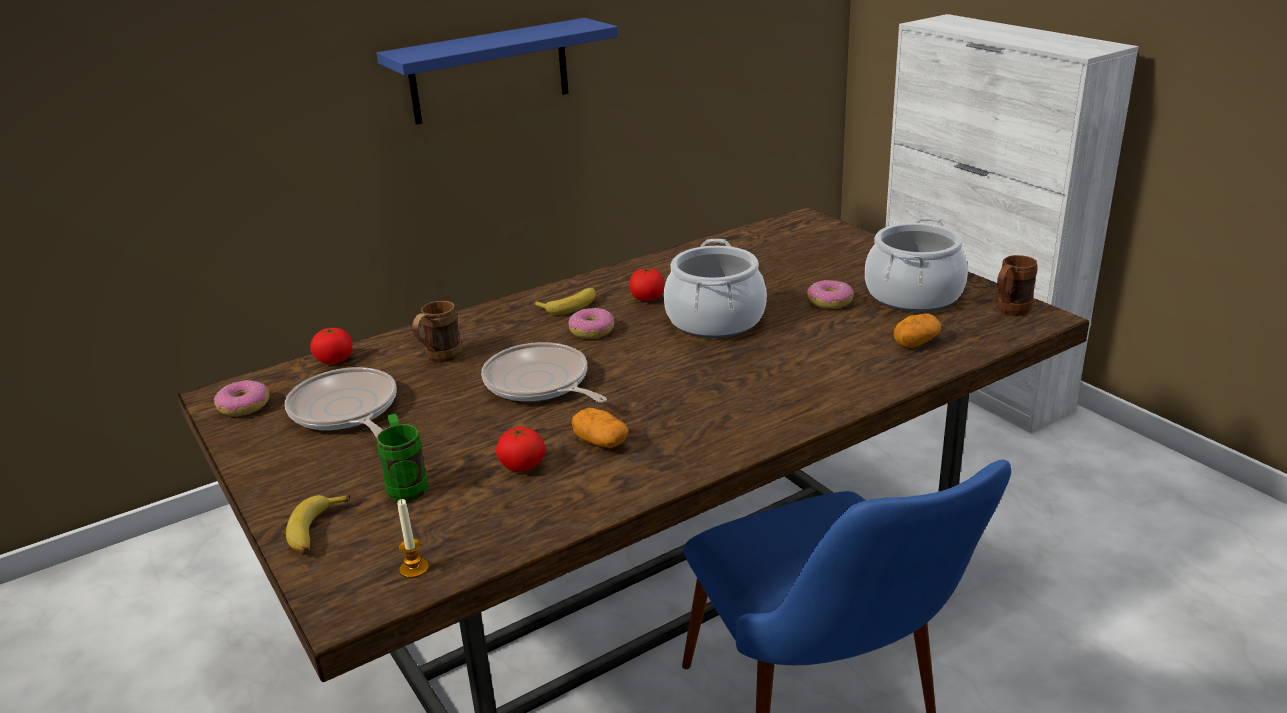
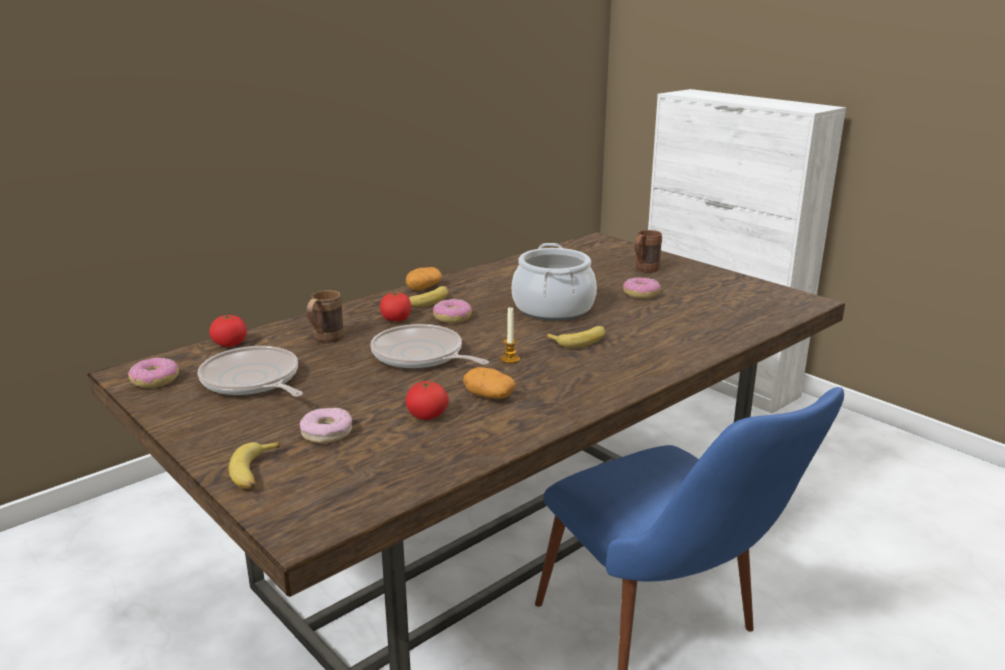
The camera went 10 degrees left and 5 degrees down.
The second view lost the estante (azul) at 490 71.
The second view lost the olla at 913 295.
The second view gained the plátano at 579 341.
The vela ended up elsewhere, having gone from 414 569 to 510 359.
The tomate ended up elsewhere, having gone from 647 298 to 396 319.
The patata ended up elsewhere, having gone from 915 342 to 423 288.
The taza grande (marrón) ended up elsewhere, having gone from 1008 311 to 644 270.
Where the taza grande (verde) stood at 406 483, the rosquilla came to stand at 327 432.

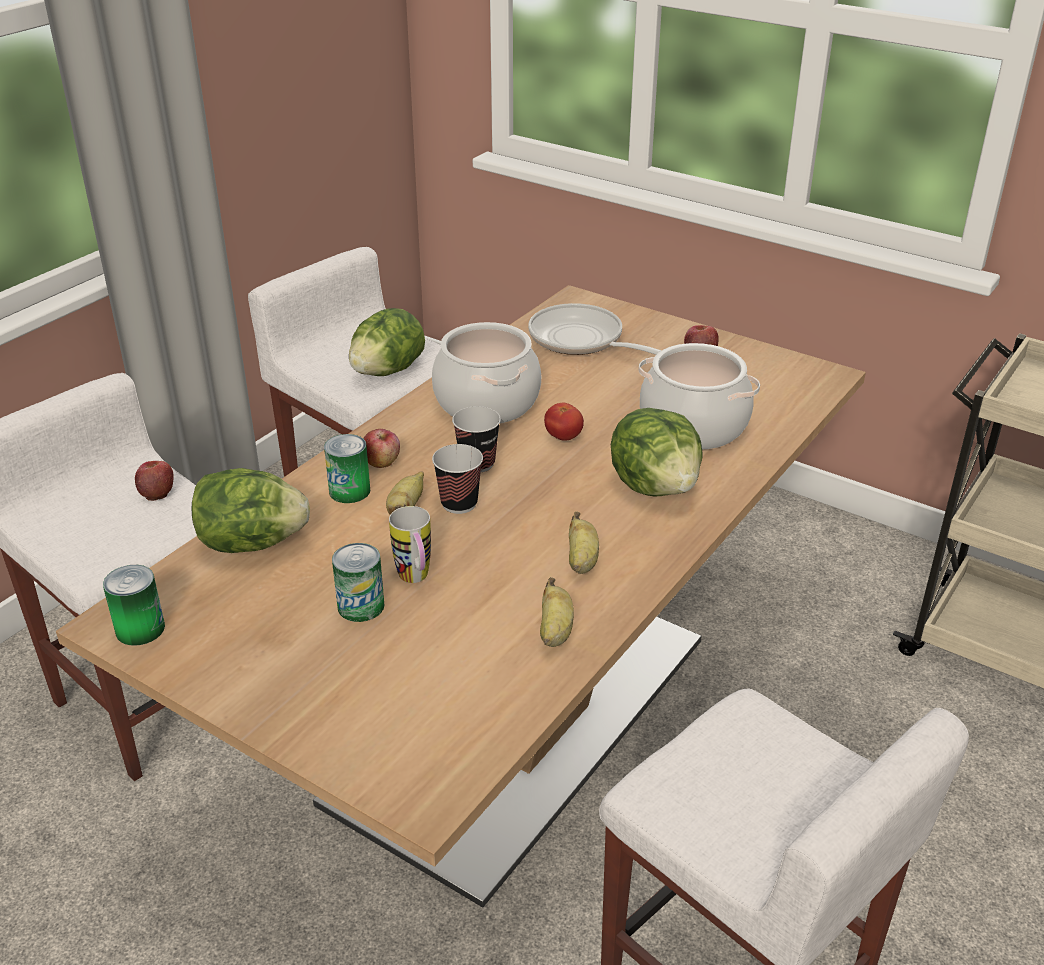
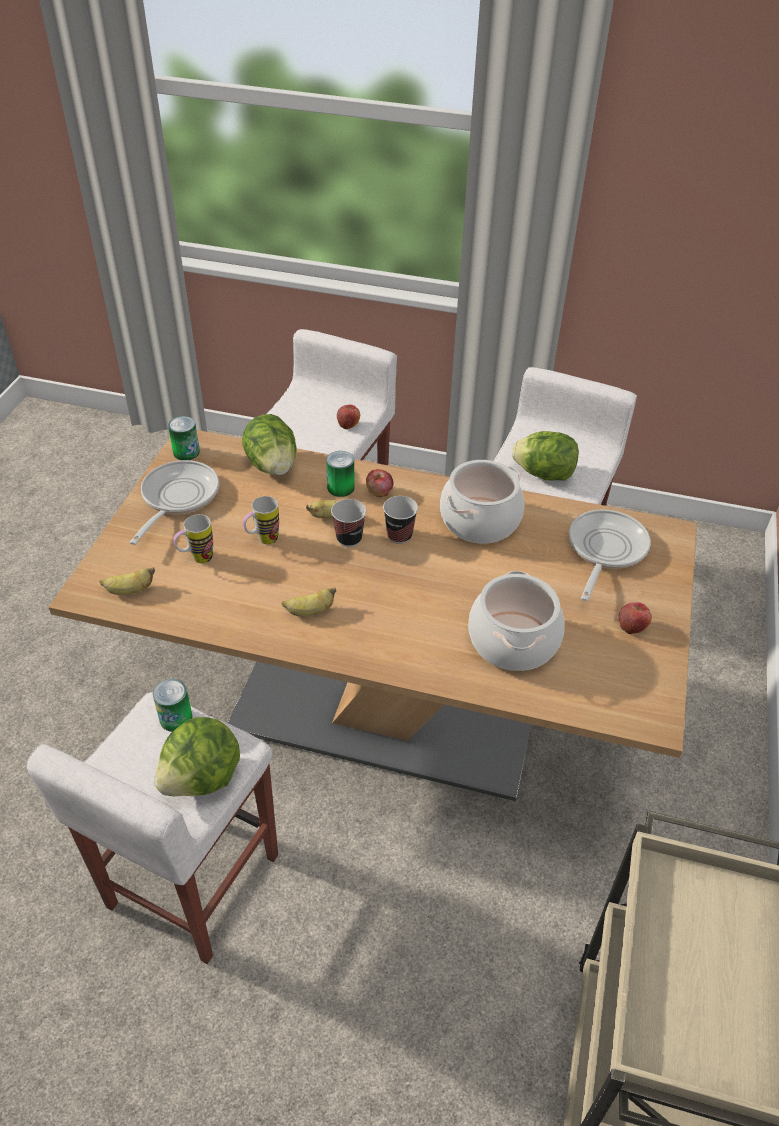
The camera went 70 degrees right and 10 degrees up.
The second view lost the tomate at 563 437.
The second view gained the sartén at 177 498.
The second view gained the taza grande at 196 559.
The lata ended up elsewhere, having gone from 361 606 to 176 718.
The plátano ended up elsewhere, having gone from 555 632 to 130 590.
The lechuga ended up elsewhere, having gone from 656 486 to 203 778.

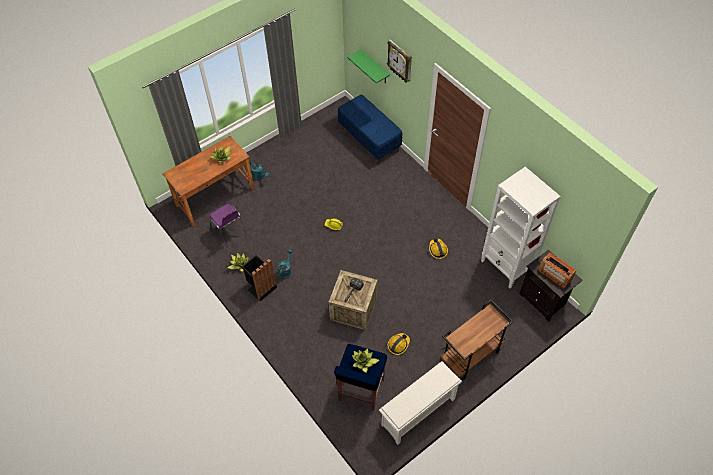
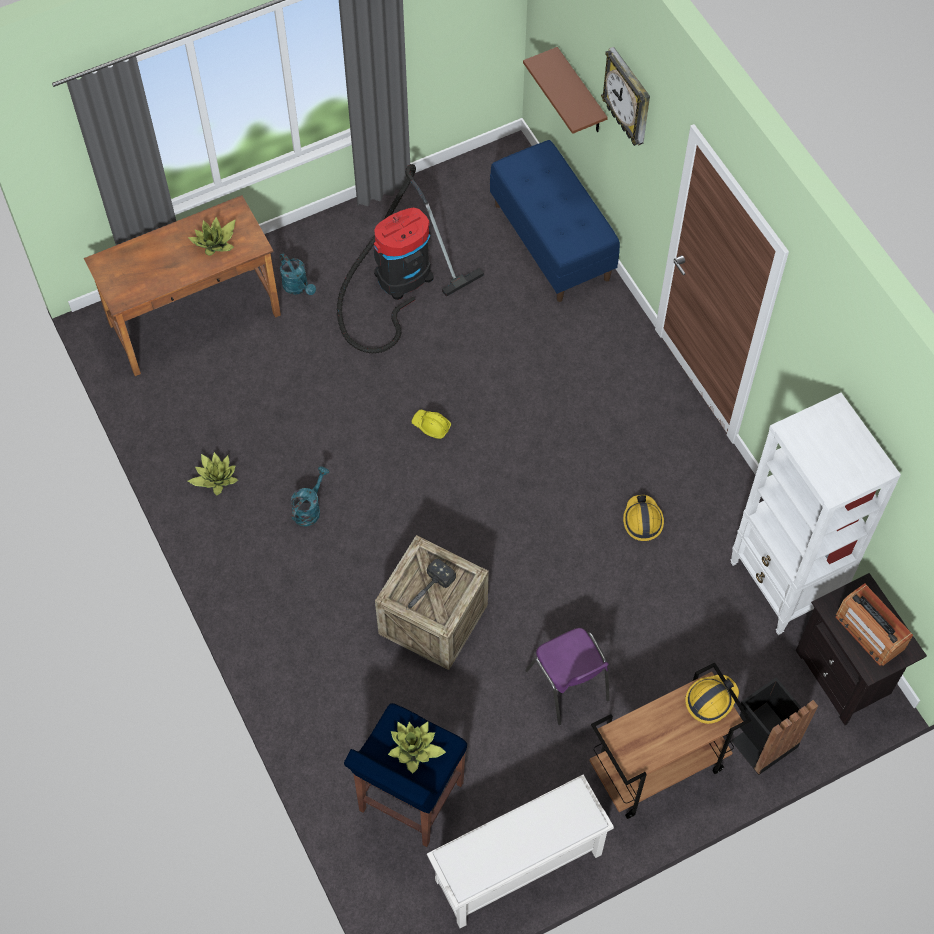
The camera went 10 degrees right and 5 degrees up.
The second view gained the aspiradora at 399 280.
The silla (morado) ended up elsewhere, having gone from 229 233 to 568 687.
The papelera (negro) ended up elsewhere, having gone from 261 288 to 761 741.
The casco ended up elsewhere, having gone from 398 345 to 711 700.
What was the estante (verde) at 375 67 turned into the estante (marrón) at 581 93.

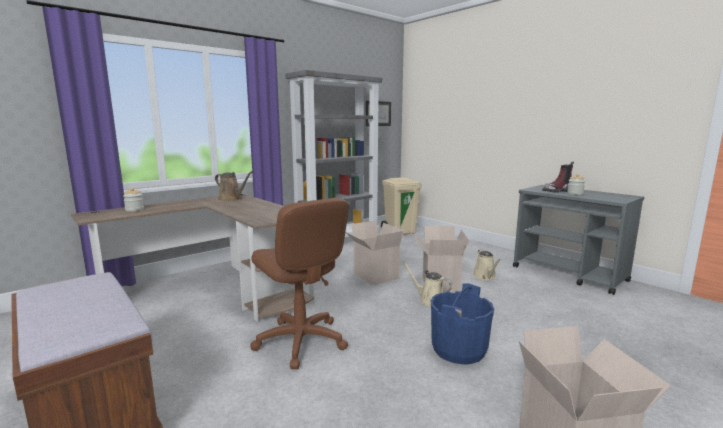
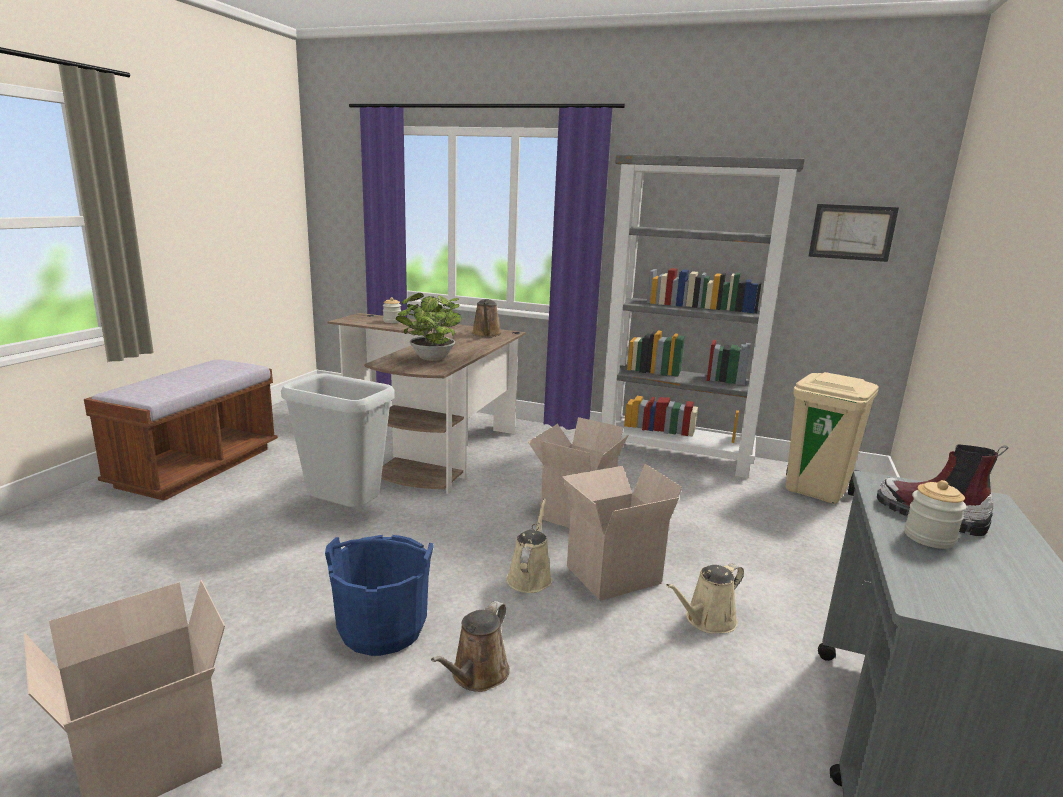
The camera went 60 degrees right and 5 degrees up.
The second view gained the planta en maceta at 430 359.
The second view gained the regadera (marrón) at 477 675.
Where the silla de oficina (marrón) stood at 300 341, the papelera (gris) came to stand at 343 513.

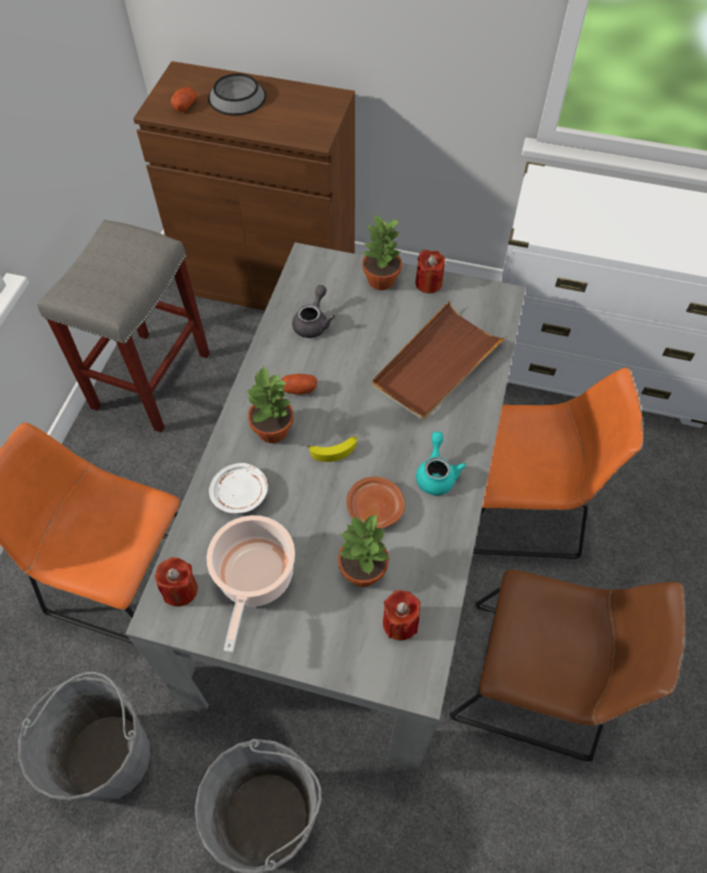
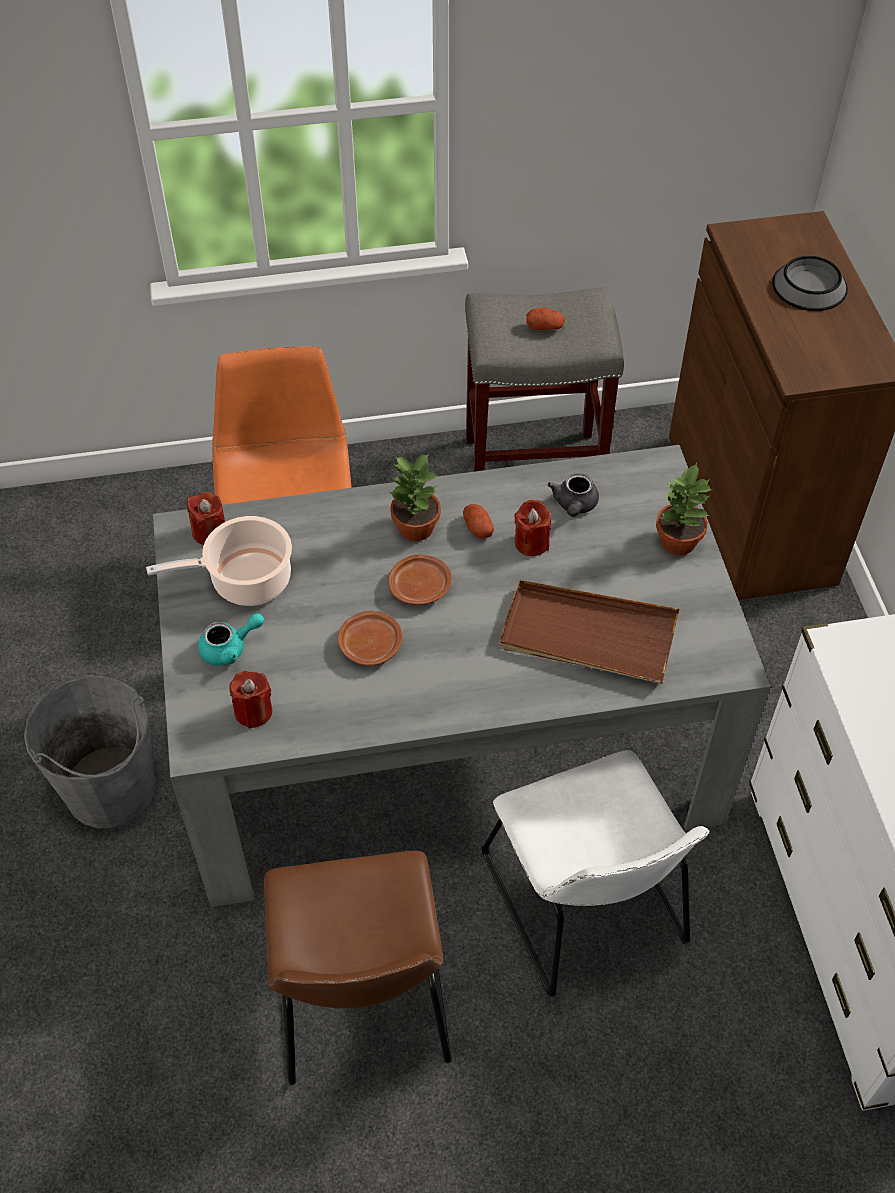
The camera went 65 degrees right and 5 degrees down.
The second view lost the cubo (gris) at 110 756.
The second view lost the plato (blanco) at 240 493.
The second view lost the planta en maceta at 363 569.
The patata ended up elsewhere, having gone from 185 106 to 544 327.
The vela (rojo) ended up elsewhere, having gone from 428 283 to 531 543.
The tetera (turquesa) ended up elsewhere, having gone from 436 473 to 230 648.
Where the plátano stood at 334 450, the plato (marrón) came to stand at 420 586.
What was the silla (naranja) at 520 507 turned into the silla (blanco) at 587 906.
The tetera (gris) at 313 322 ended up facing another way, 105 degrees clockwise from before.

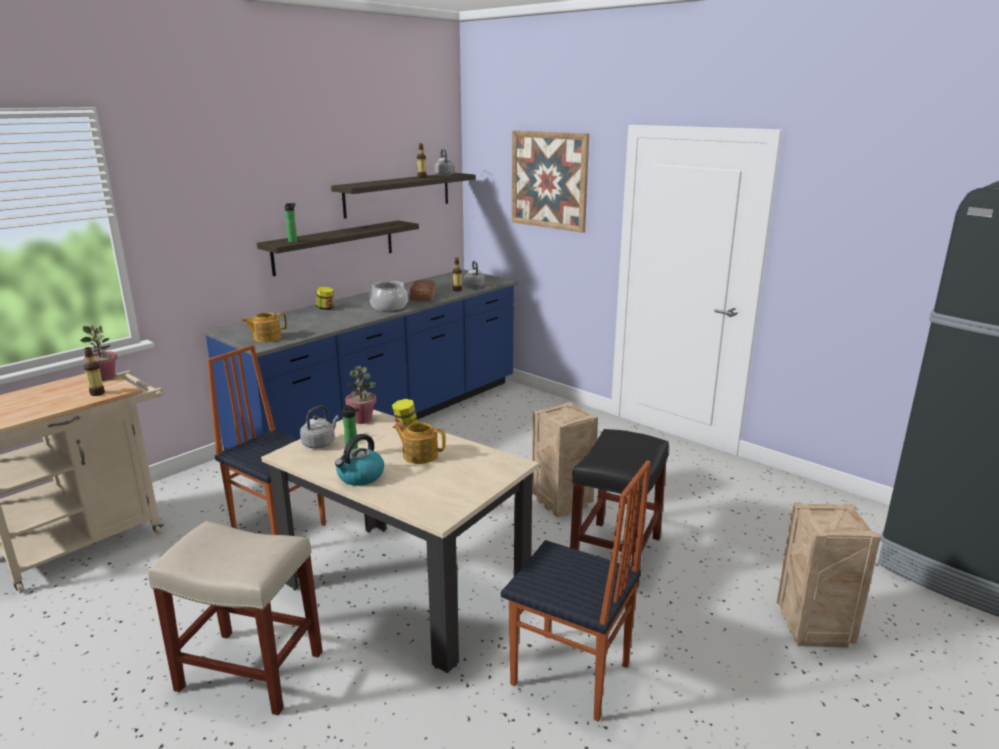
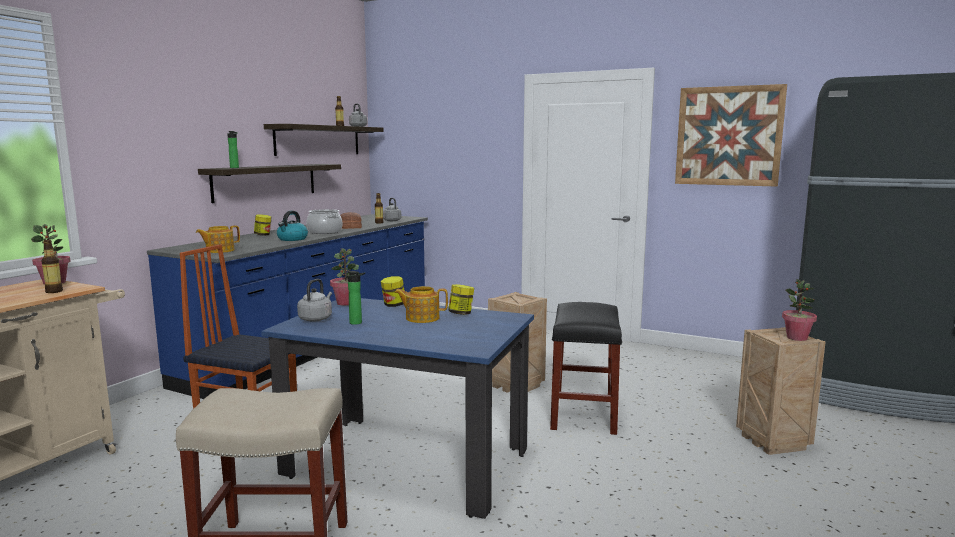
The camera went 15 degrees left and 10 degrees down.
The second view lost the silla at 570 676.
The second view gained the tarro at 461 313.
The second view gained the planta en maceta at 797 338.
The hervidor ended up elsewhere, having gone from 360 477 to 292 239.
The cuadro ended up elsewhere, having gone from 549 180 to 728 136.
What was the mesa de comedor (beis) at 406 589 turned into the mesa de comedor (azul) at 407 463.

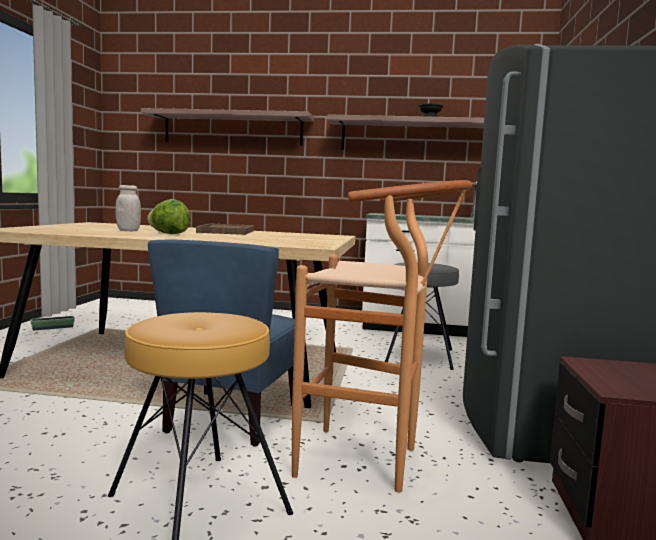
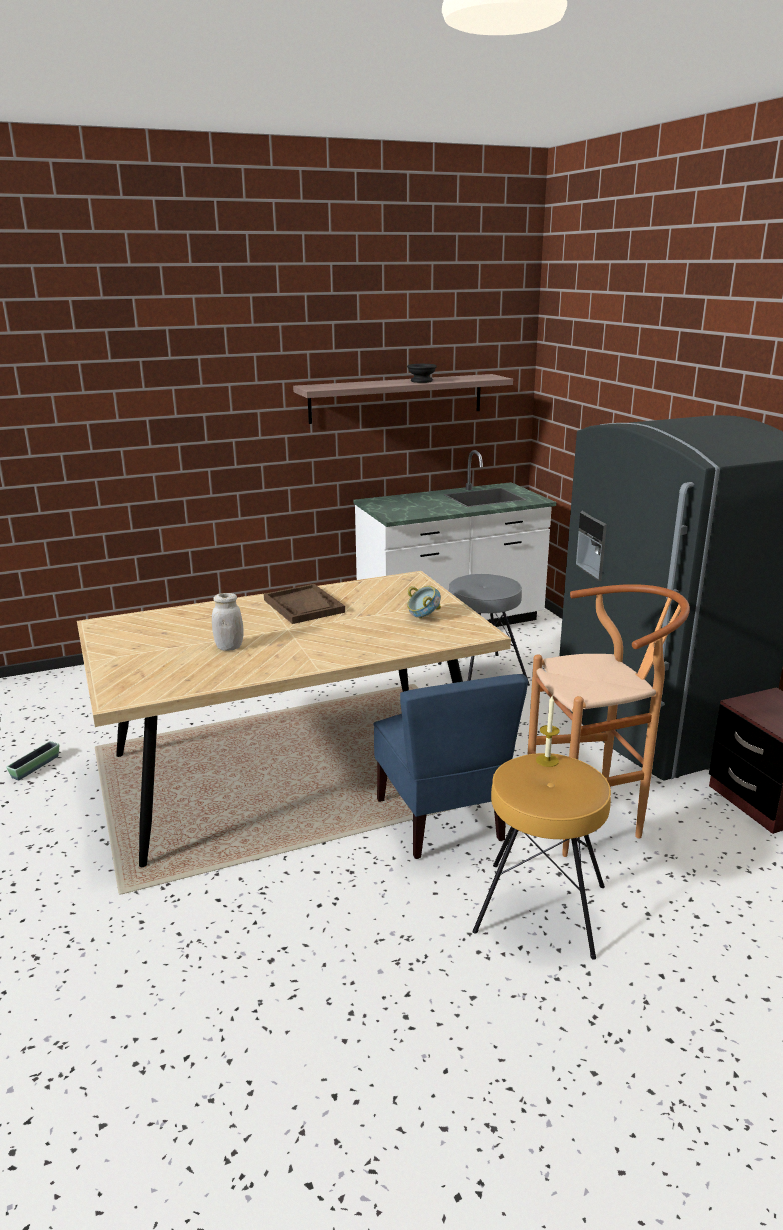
The camera went 30 degrees left and 15 degrees up.
The second view lost the estante at 233 129.
The second view lost the lechuga at 169 234.
The second view gained the cuenco at 423 617.
The second view gained the vela at 547 760.

